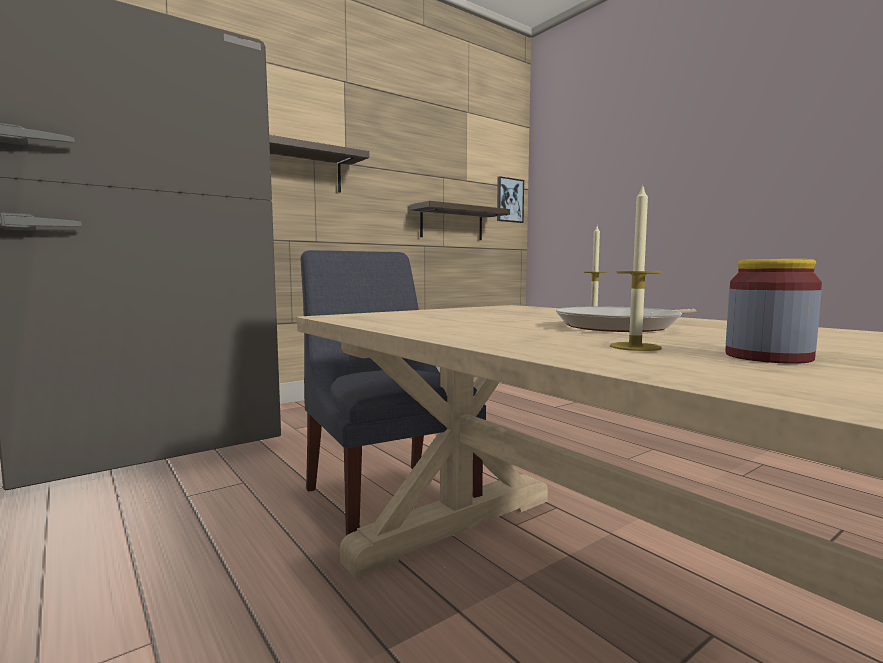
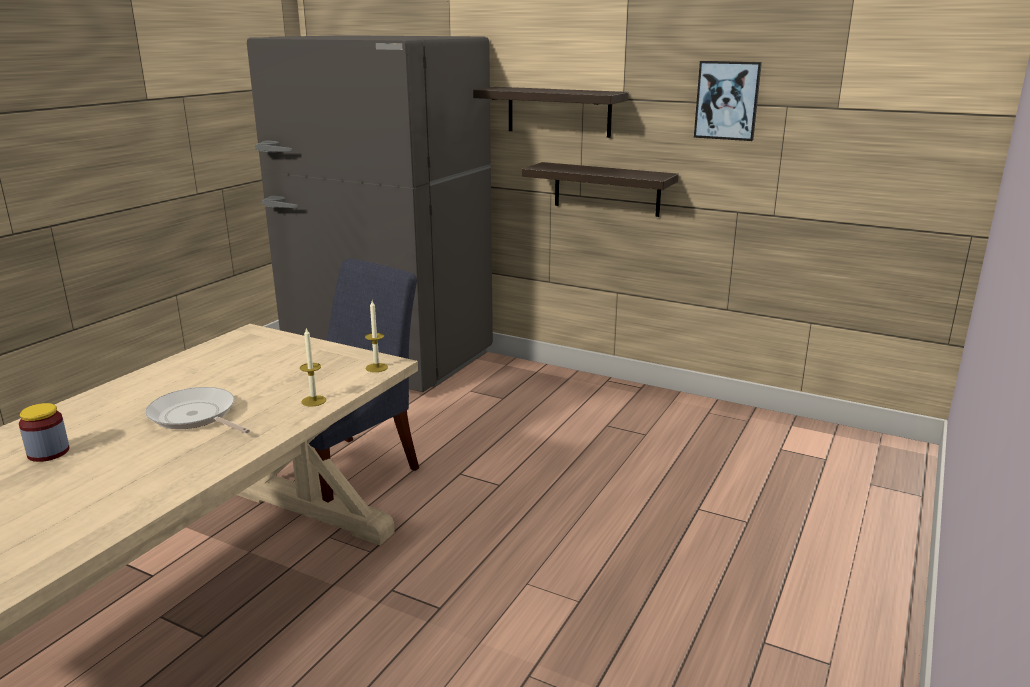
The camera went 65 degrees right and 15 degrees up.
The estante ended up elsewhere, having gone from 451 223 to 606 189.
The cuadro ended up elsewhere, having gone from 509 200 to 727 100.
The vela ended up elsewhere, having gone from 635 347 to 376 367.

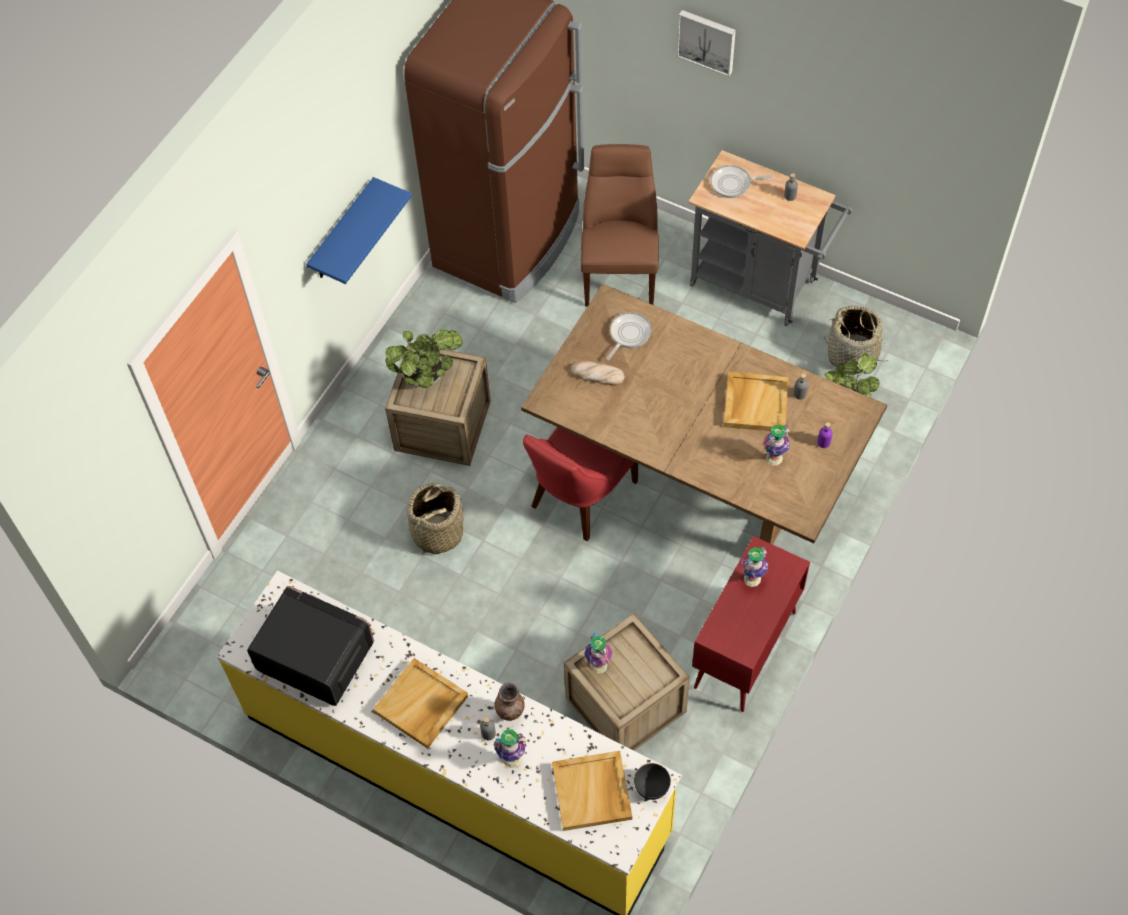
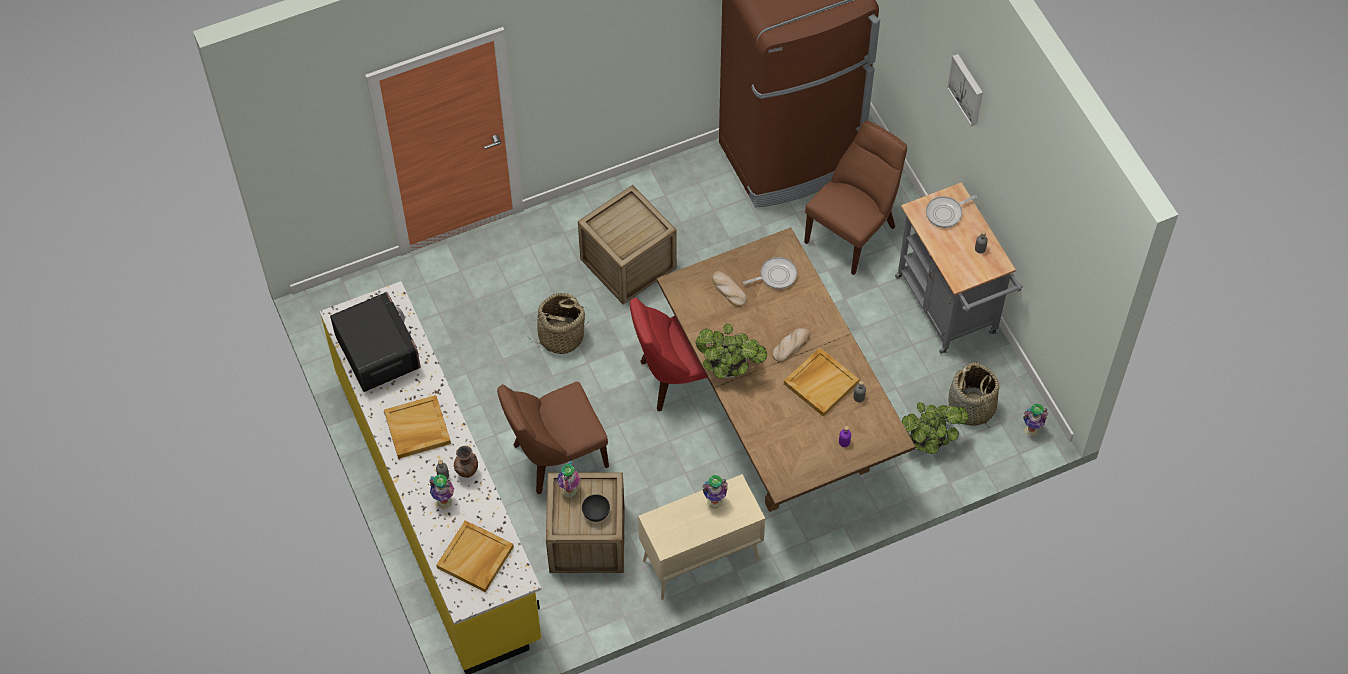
The camera went 35 degrees right and 0 degrees up.
The second view lost the estante (azul) at 342 232.
The second view gained the silla (marrón) at 556 456.
The second view gained the pan at 791 345.
The planta en maceta ended up elsewhere, having gone from 427 376 to 730 369.
The cuenco (gris) ended up elsewhere, having gone from 651 787 to 595 513.
The florero ended up elsewhere, having gone from 774 458 to 1031 430.
What was the armario (rojo) at 744 651 turned into the armario (beis) at 700 561.
The sartén at 733 184 ended up facing another way, 60 degrees counterclockwise from before.

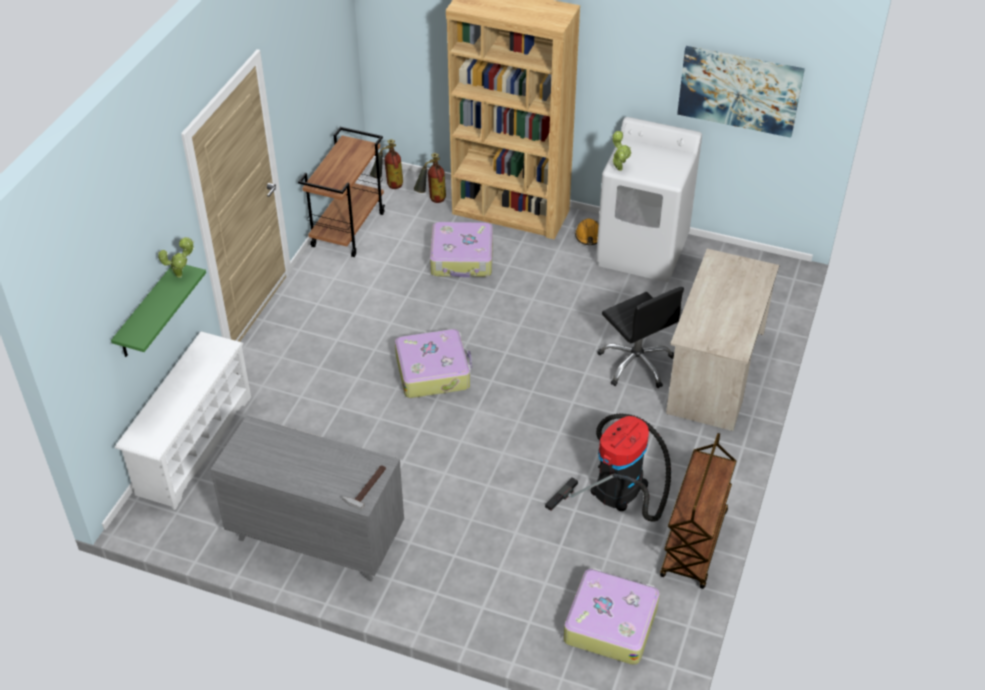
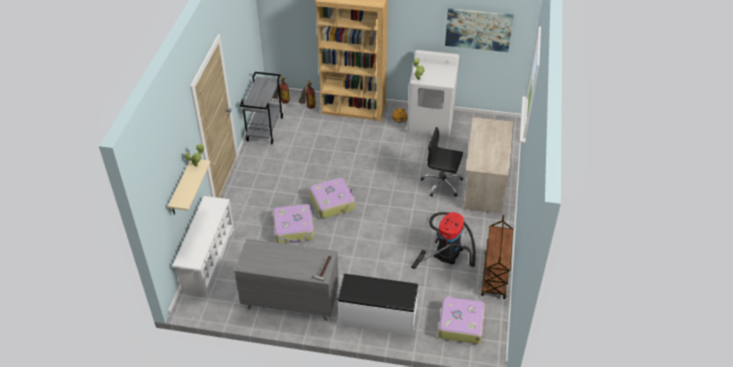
The camera went 10 degrees left and 0 degrees up.
The second view gained the banco (blanco) at 377 317.
The maleta ended up elsewhere, having gone from 462 258 to 294 229.
What was the estante (verde) at 146 312 turned into the estante (beis) at 181 188.
What was the carrito (marrón) at 348 229 turned into the carrito (gris) at 264 129.
The silla de oficina (negro) at 636 363 ended up facing another way, 150 degrees clockwise from before.

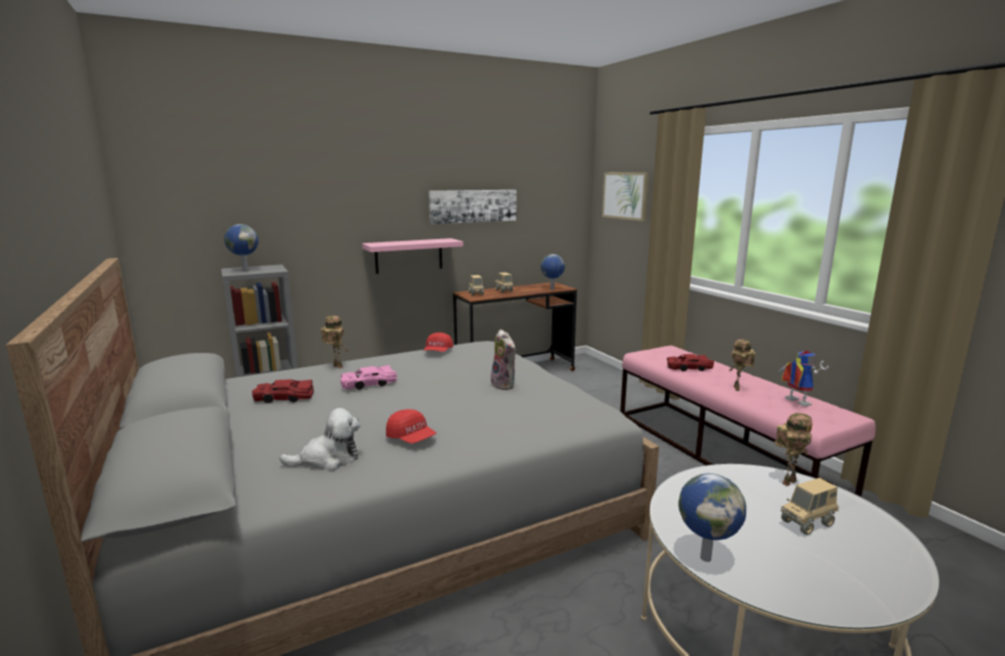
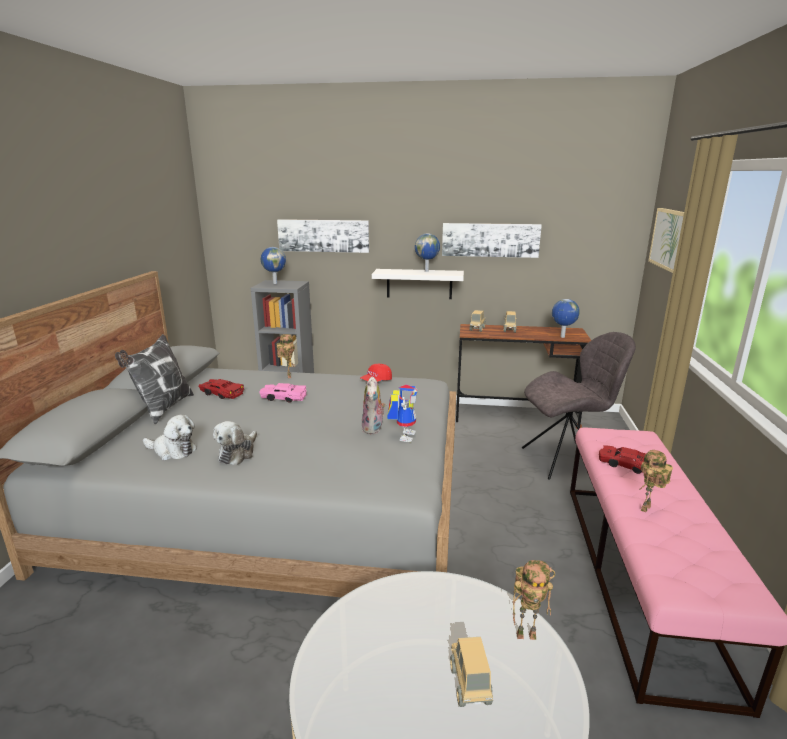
The camera went 35 degrees right and 5 degrees up.
The second view gained the cojín at 163 409.
The second view gained the cuadro at 323 235.
The second view gained the silla (gris) at 566 460.
The globo terráqueo ended up elsewhere, having gone from 705 557 to 427 271.
The robot de juguete ended up elsewhere, having gone from 793 401 to 404 435.
Where the gorra (rojo) stood at 411 438, the peluche came to stand at 238 453.
What was the estante (rosa) at 409 255 turned into the estante (blanco) at 419 284.
The camión de juguete at 807 523 ended up facing another way, 75 degrees clockwise from before.

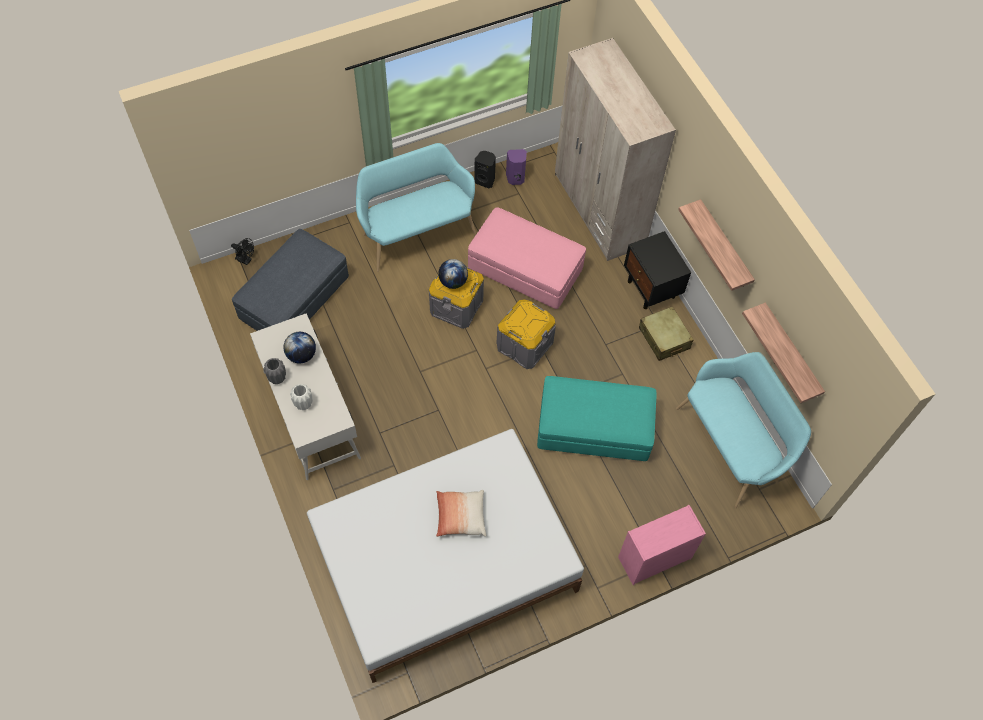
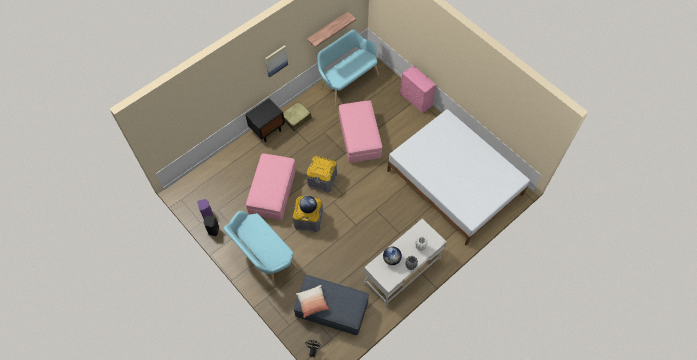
The camera went 105 degrees left and 0 degrees up.
The second view lost the armario ropero (beis) at 599 210.
The cojín ended up elsewhere, having gone from 460 516 to 312 303.
Where the estante hung at 724 245, the cuadro came to hang at 276 60.
What was the puf (turquesa) at 594 428 turned into the puf (rosa) at 359 137.

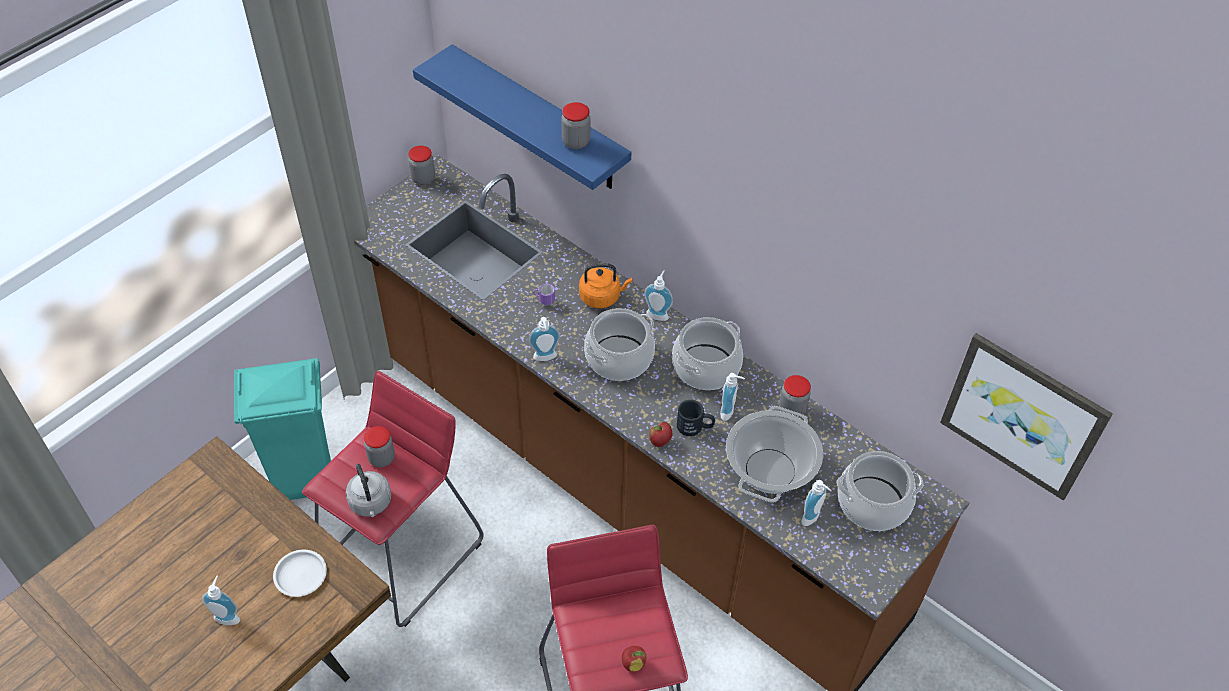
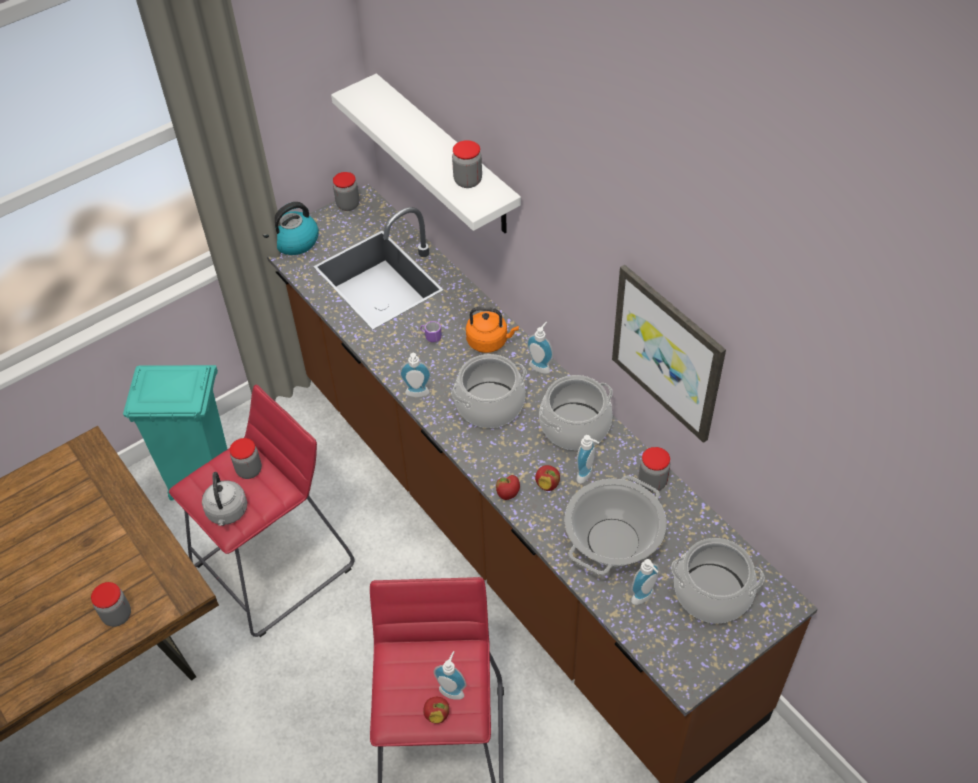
The camera went 15 degrees right and 0 degrees up.
The second view lost the plato (blanco) at 300 575.
The second view gained the tarro at 117 615.
The second view gained the hervidor at 294 242.
The dispensador de jabón ended up elsewhere, having gone from 228 616 to 452 689.
The cuadro ended up elsewhere, having gone from 1023 415 to 668 352.
Where the taza grande (negro) stood at 695 427, the manzana came to stand at 547 485.
What was the estante (azul) at 539 119 turned into the estante (blanco) at 446 156.

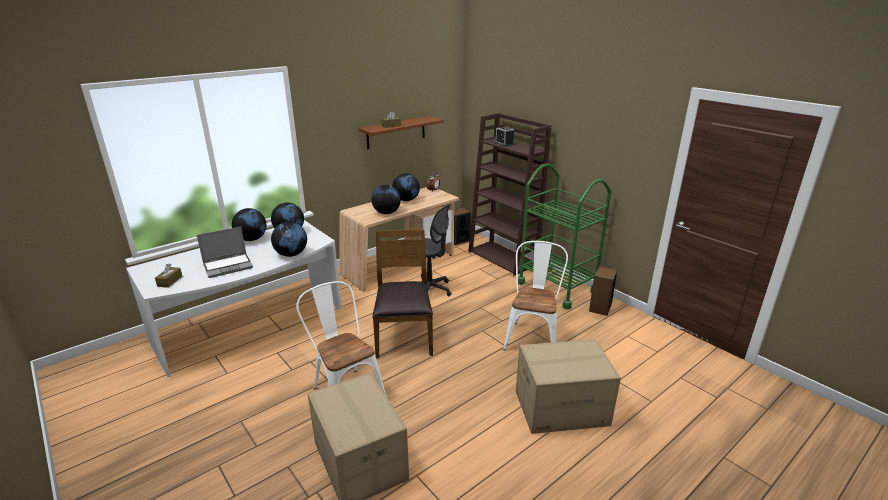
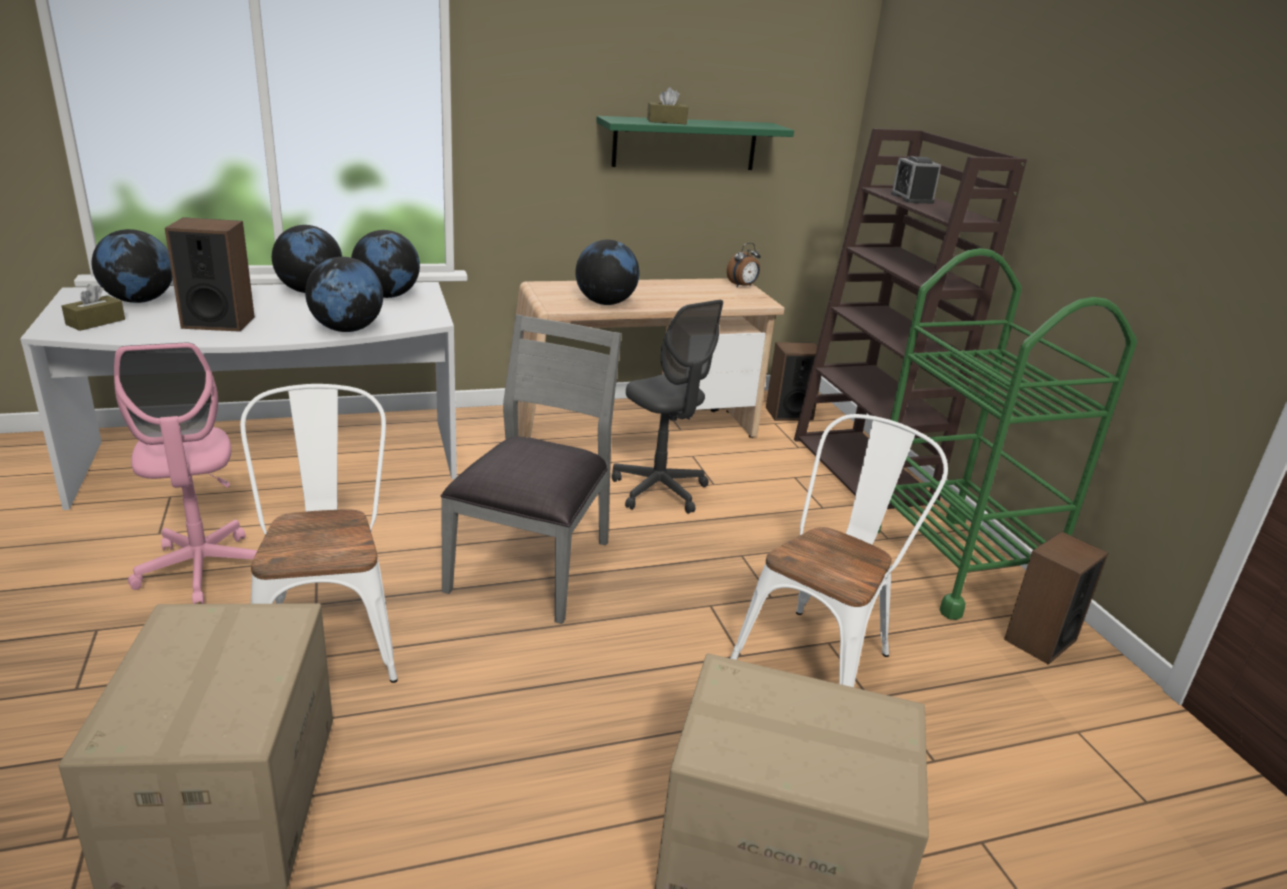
The camera went 20 degrees right and 0 degrees up.
The second view gained the silla de oficina (rosa) at 202 569.
The globo terráqueo ended up elsewhere, having gone from 406 200 to 139 301.
Where the portátil stood at 228 266, the altavoz came to stand at 218 322.
What was the estante (marrón) at 396 132 turned into the estante (verde) at 685 144.
What was the silla (marrón) at 404 336 turned into the silla (gris) at 533 565.

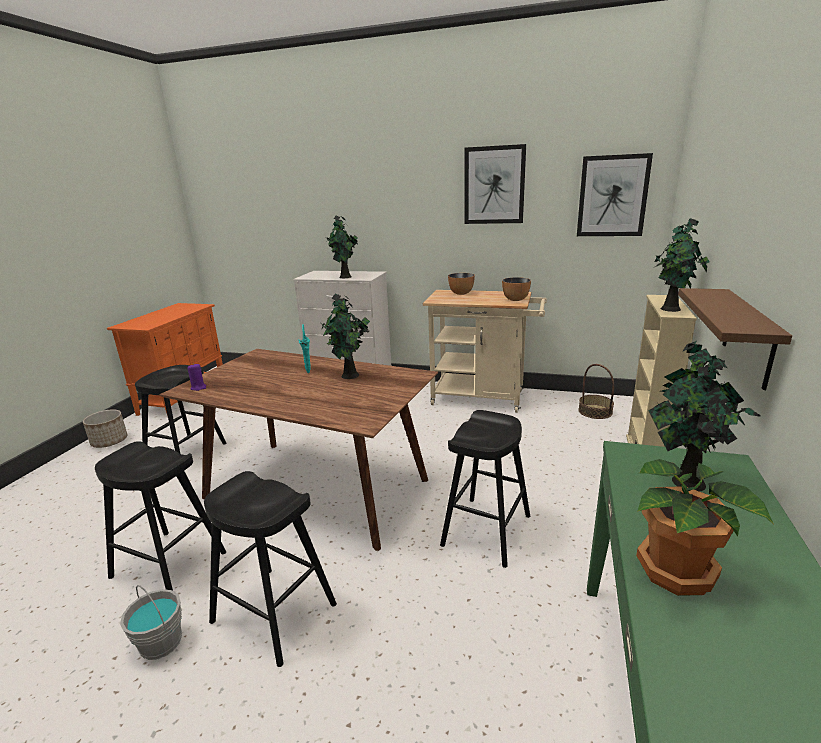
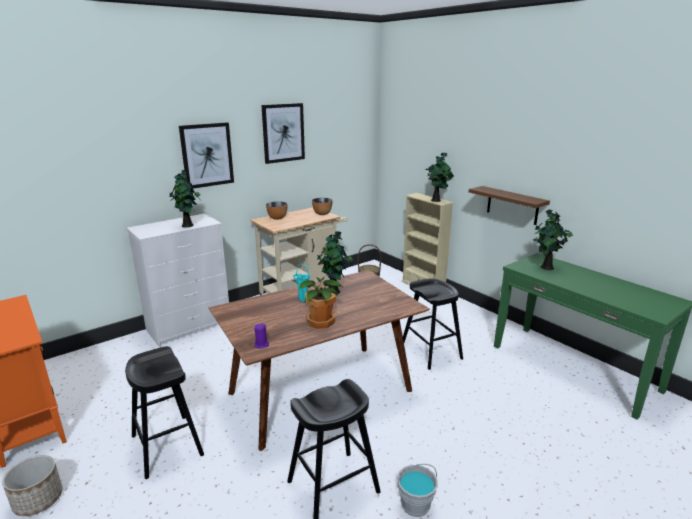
The camera went 55 degrees left and 0 degrees up.
The second view lost the taburete (negro) at 274 613.
The cuadro ended up elsewhere, having gone from 612 196 to 207 155.
The planta en maceta ended up elsewhere, having gone from 678 573 to 322 322.

